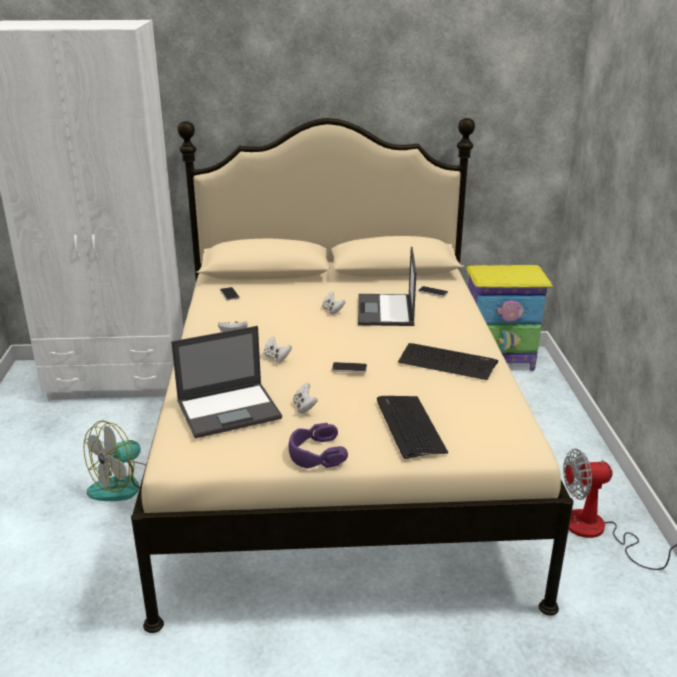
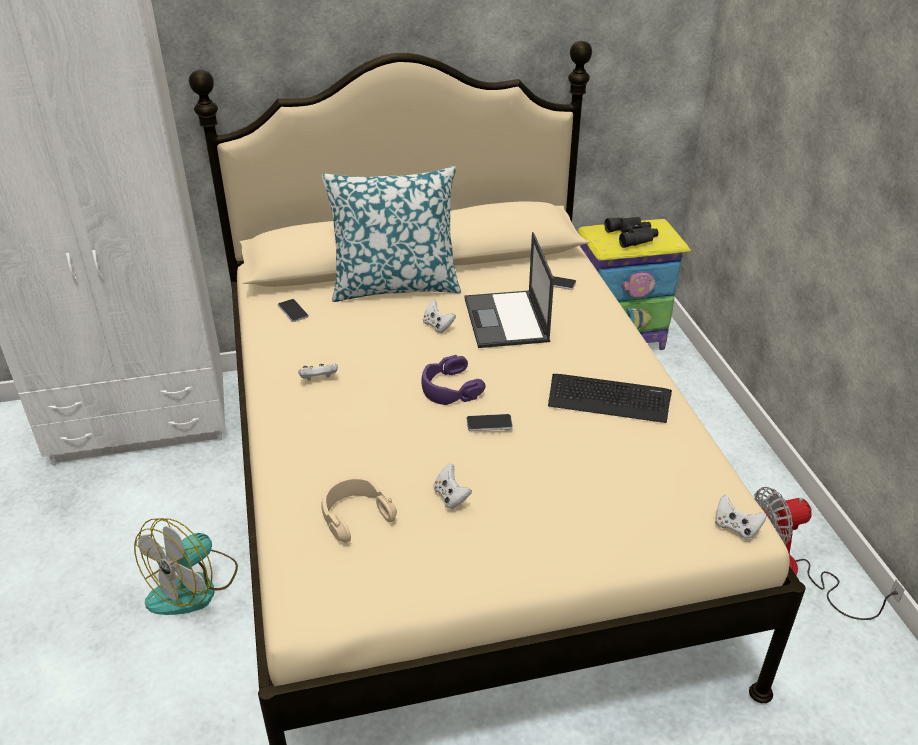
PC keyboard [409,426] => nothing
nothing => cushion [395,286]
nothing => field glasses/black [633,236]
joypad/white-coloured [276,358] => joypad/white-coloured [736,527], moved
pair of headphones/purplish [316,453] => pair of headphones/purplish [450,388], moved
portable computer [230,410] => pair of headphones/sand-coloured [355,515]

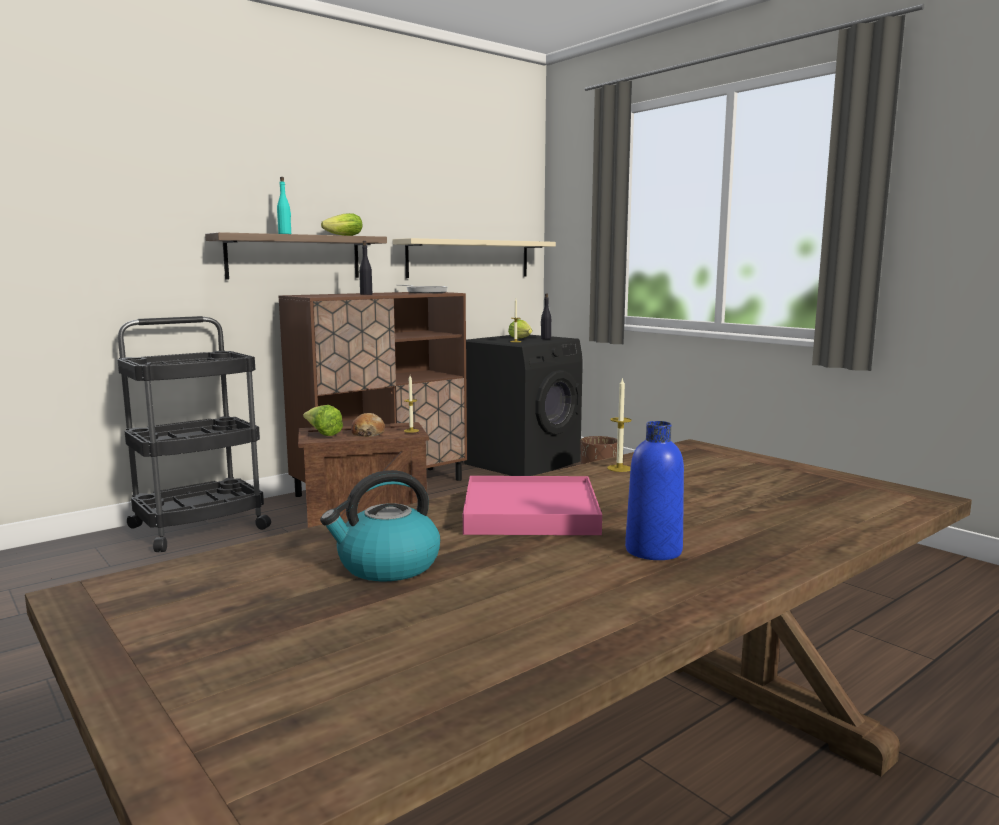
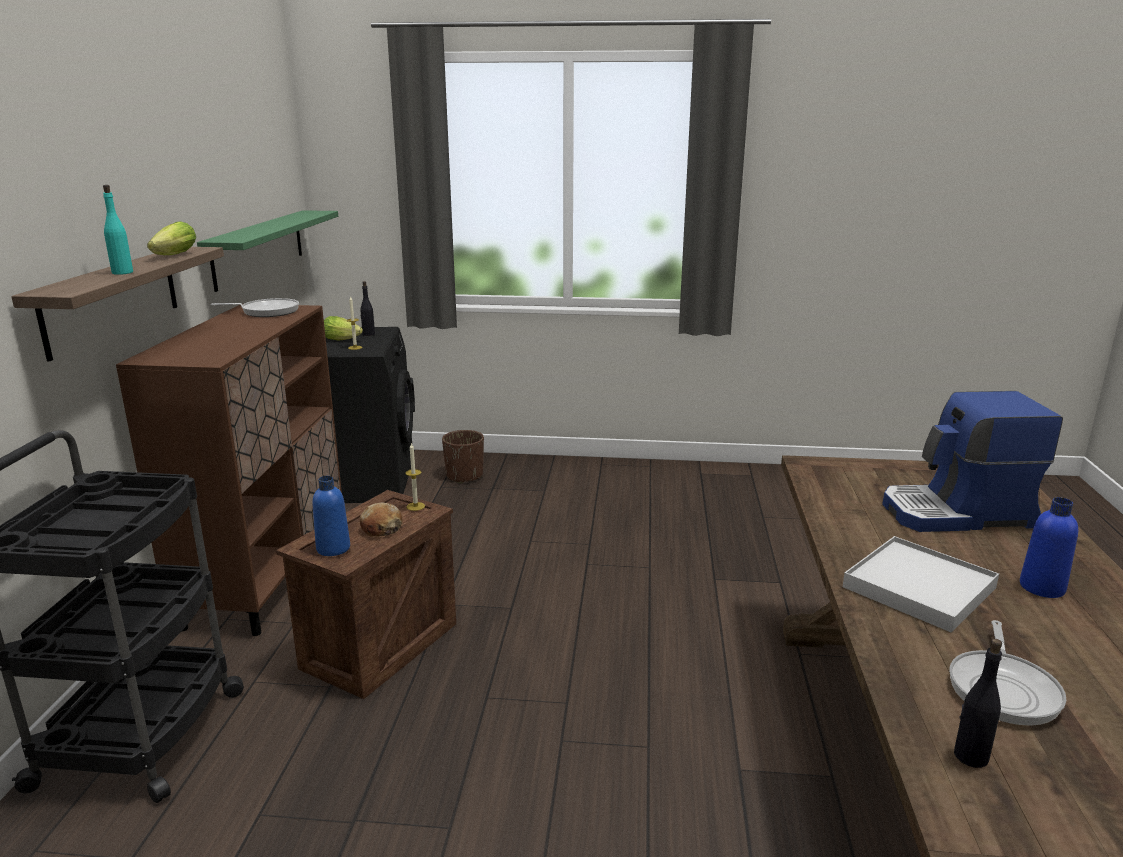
wax light [619,468] => nothing
nothing => coffee maker [957,514]
beverage bottle/black [366,294] => beverage bottle/black [970,756], moved
head of lettuce [322,434] => beverage bottle/blue-coloured [333,548]
tea kettle [387,566] => frying pan [1003,689]
bracket shelf/sand-coloured [469,259] => bracket shelf/green [259,248]
carrying tray/pinkish [529,512] => carrying tray/white-coloured [918,587]

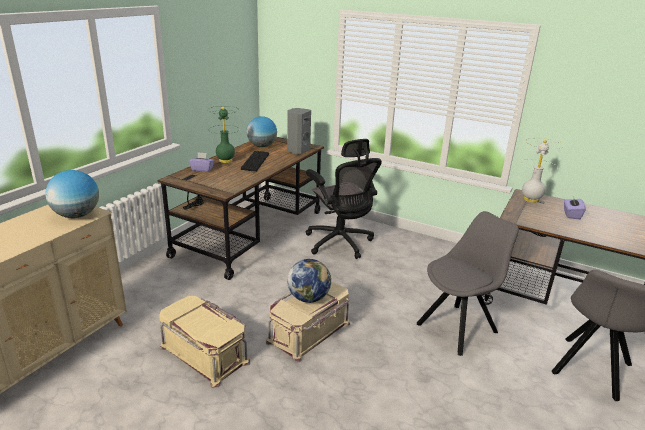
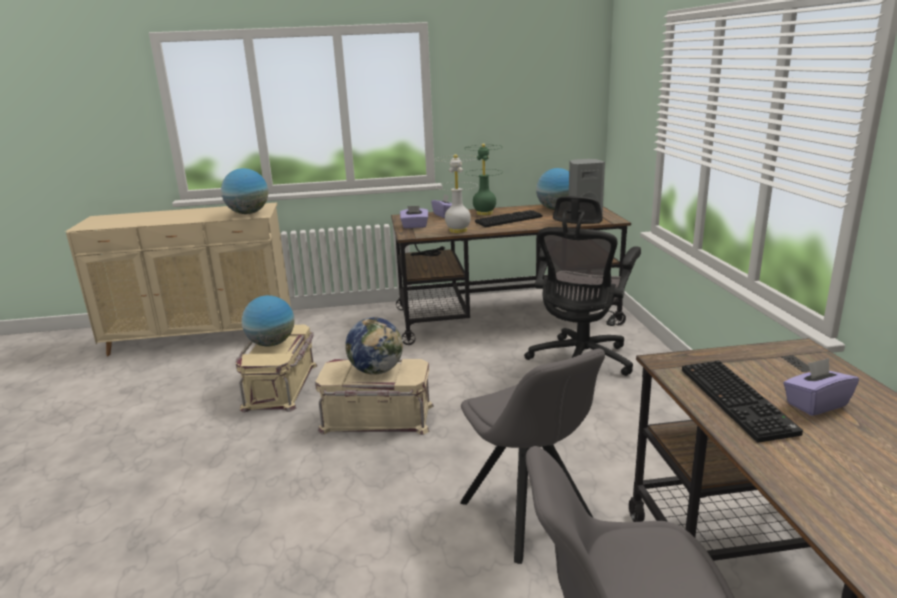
nothing => world globe [271,344]
nothing => tissue box/purplish [414,226]
nothing => PC keyboard [739,401]
lamp for a table/white-coloured [531,199] => lamp for a table/white-coloured [458,230], moved
upright chair/grey [458,328] => upright chair/grey [528,515], 45 degrees clockwise

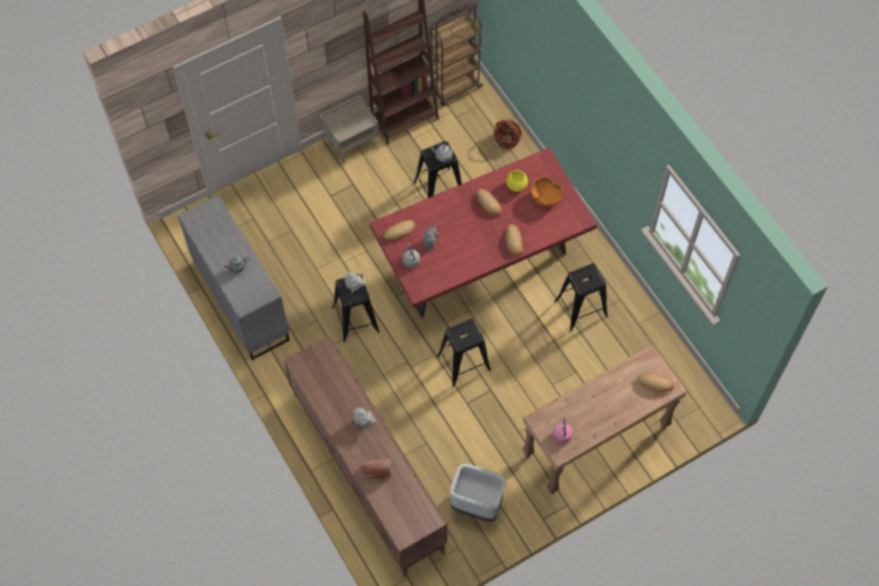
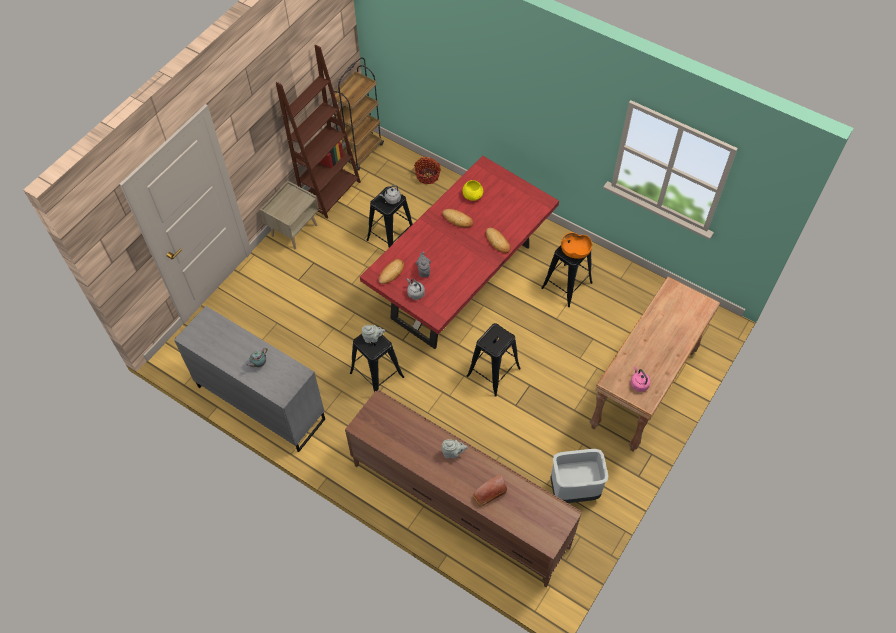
baked bread [655,383] => nothing
deep dish/orange [545,198] => deep dish/orange [575,252], moved

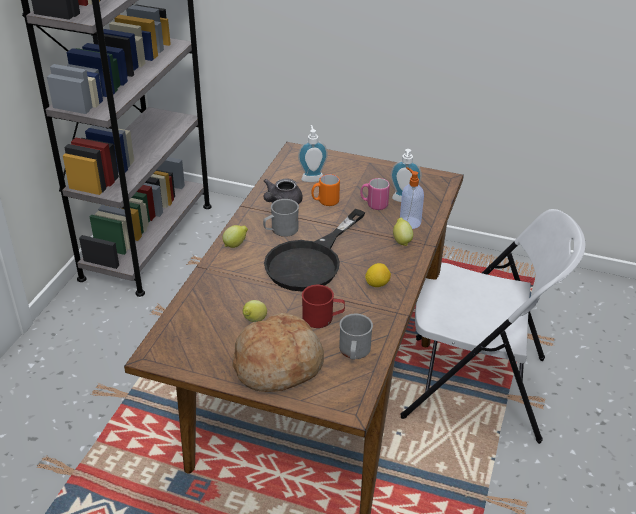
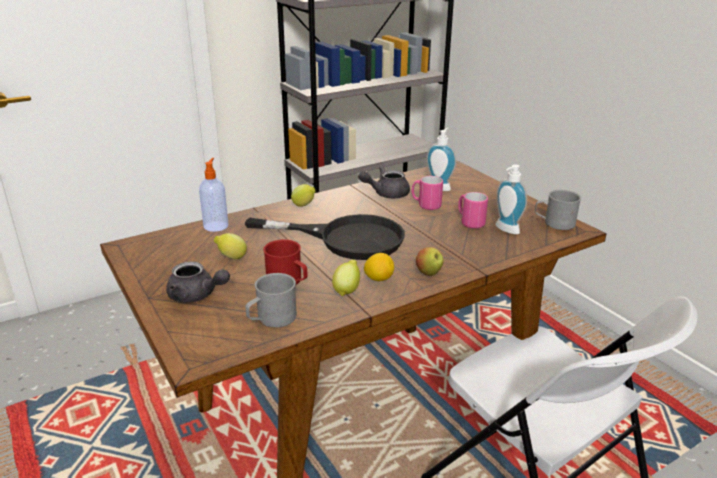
nothing => apple [429,273]
coffee mug/grey [280,230] => coffee mug/grey [554,223], moved
lemon [401,240] => lemon [347,290], moved
liquid soap bottle [409,222] => liquid soap bottle [216,225], moved
baked bread [278,364] => teapot/grey [196,296]
coffee mug/orange [325,202] => coffee mug/pinkish [425,205]
frying pan/black [310,261] => frying pan/black [346,239], 150 degrees counterclockwise

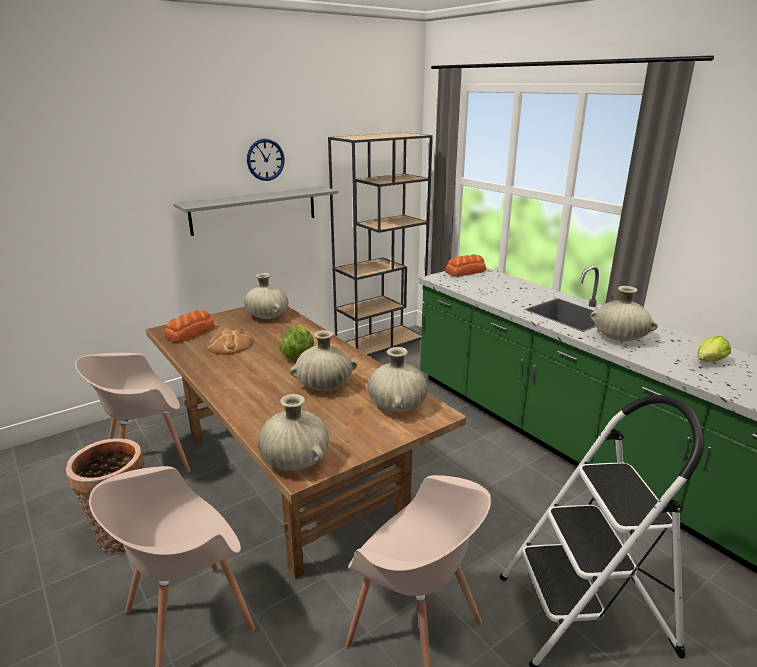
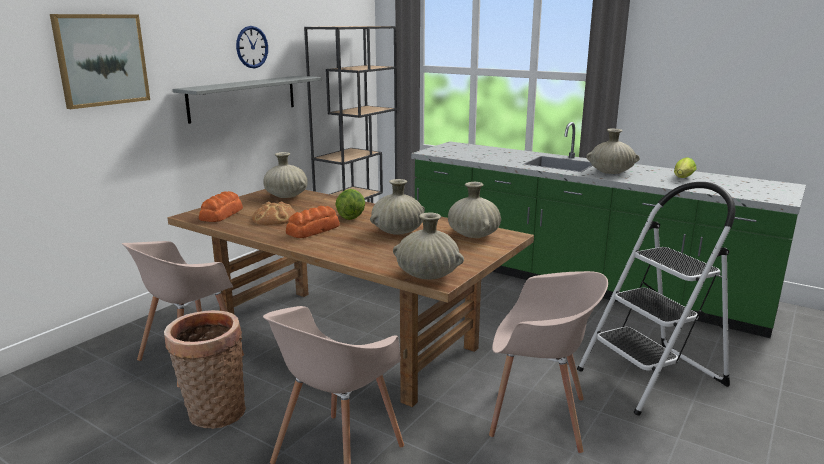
nothing => picture [101,60]
baked bread [466,272] => baked bread [314,230], moved

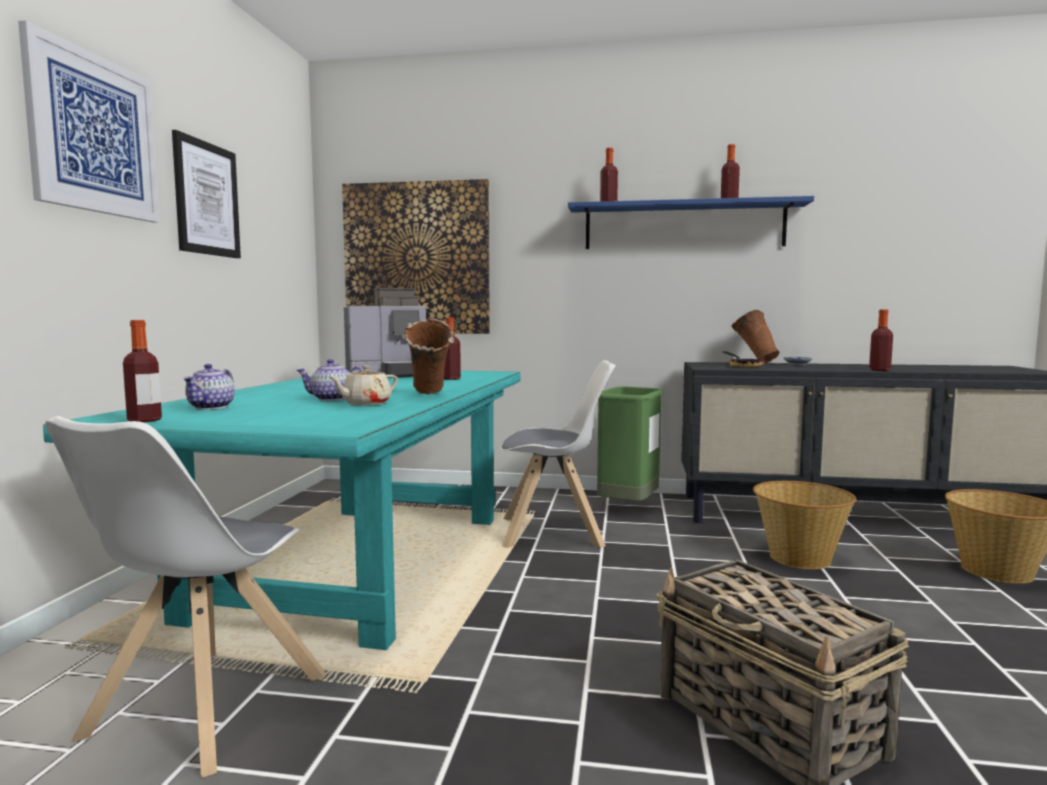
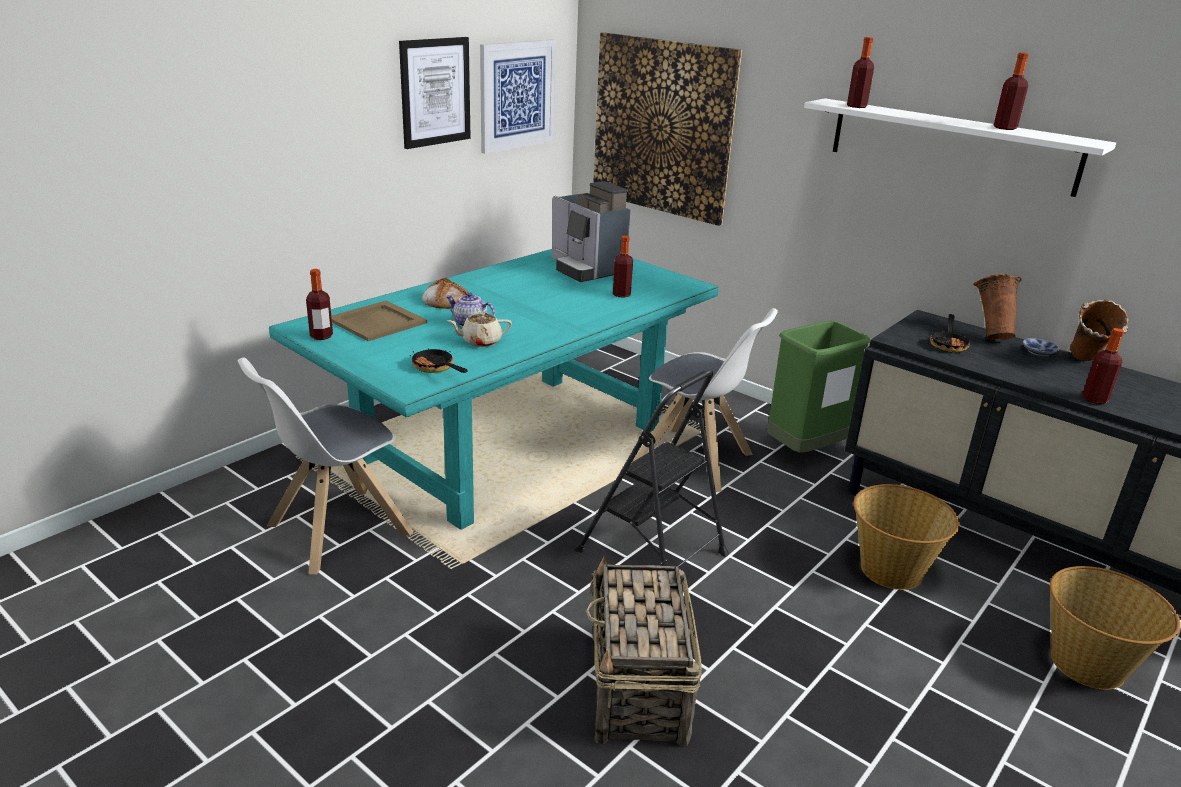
nothing => frying pan [436,368]
nothing => baked bread [445,300]
nothing => step stool/black [655,553]
picture [94,134] => picture [517,95], moved
vase/brown-coloured [429,396] => vase/brown-coloured [1085,366], moved
teapot [212,407] => carrying tray/sand-coloured [378,321]
bracket shelf/blue-coloured [683,226] => bracket shelf/white-coloured [951,145]
coffee maker [390,374] => coffee maker [586,269], 45 degrees clockwise

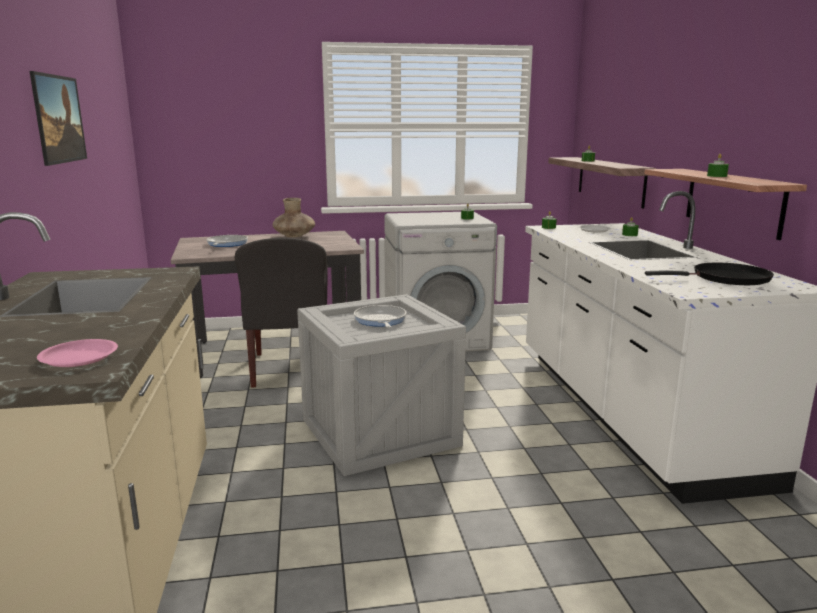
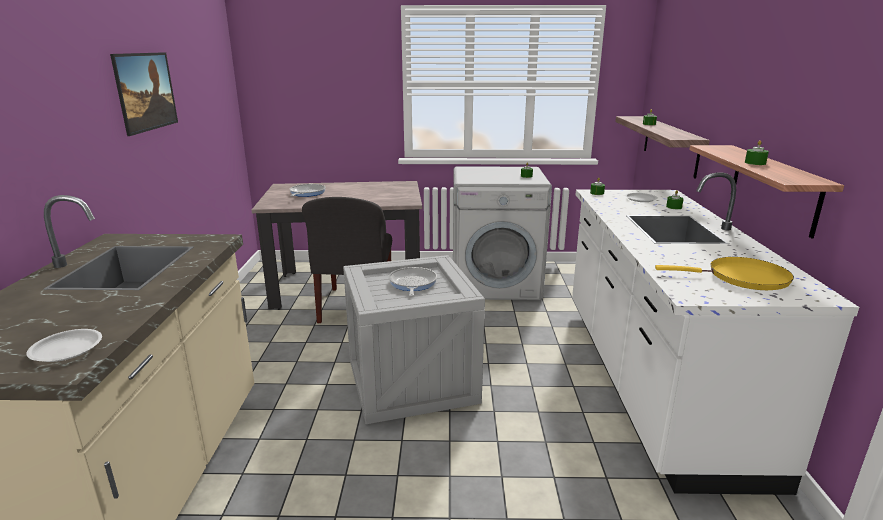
vase/brown-coloured [294,236] => nothing
plate/pinkish [78,358] => plate/white-coloured [66,349]
frying pan/black [726,279] => frying pan/yellow [742,278]

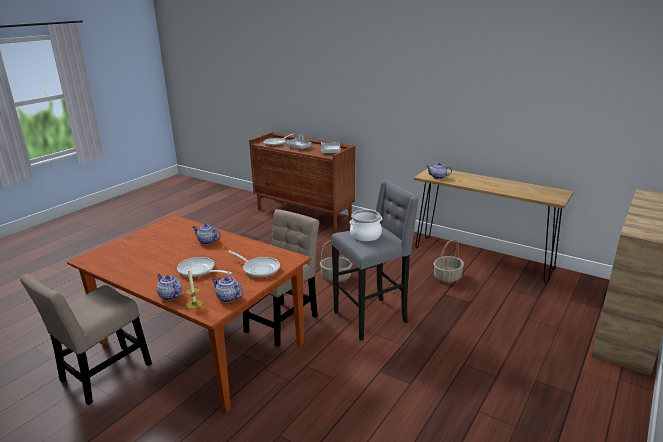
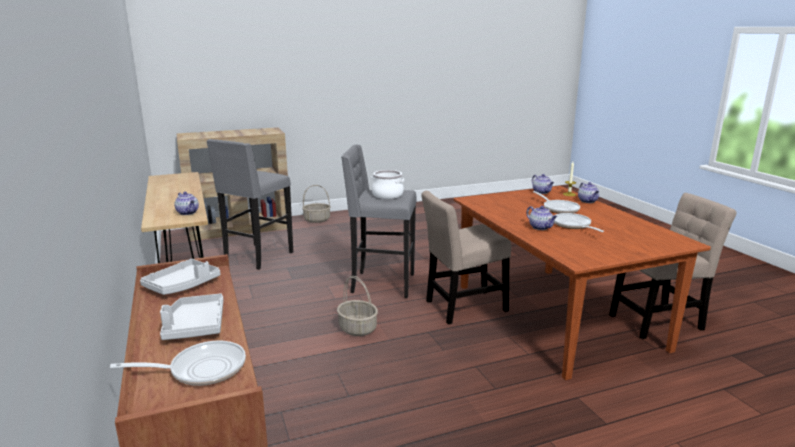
nothing => stool/grey [257,257]
frying pan [259,269] => frying pan [573,225], moved
storage basket [447,277] => storage basket [316,220], moved

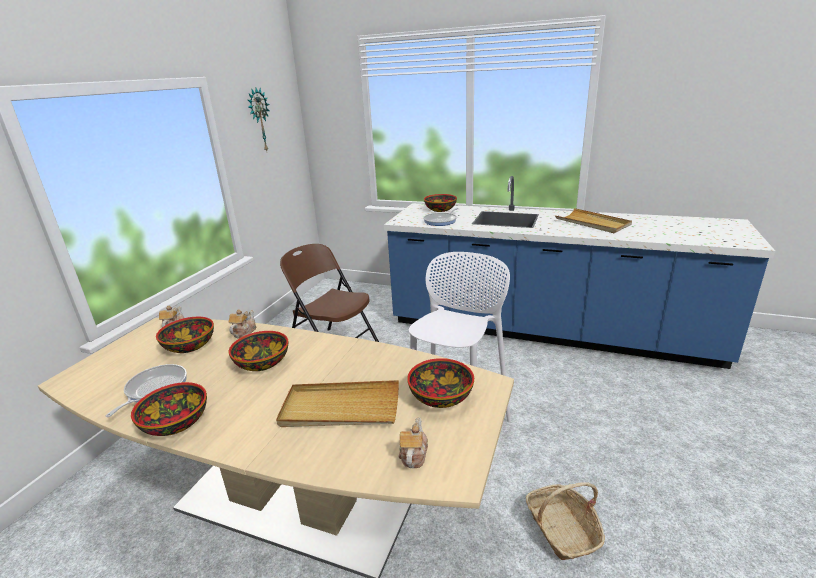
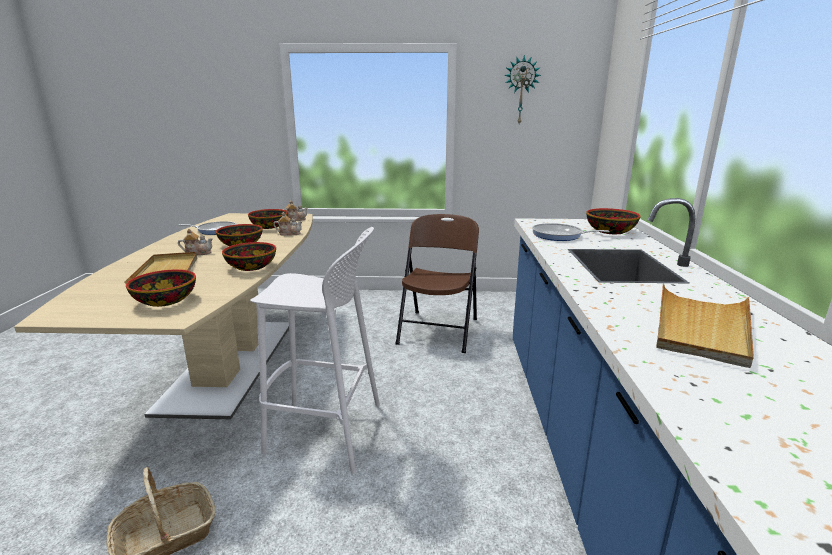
deep dish [177,423] => deep dish [251,267], moved
teapot [413,454] => teapot [198,253], moved

